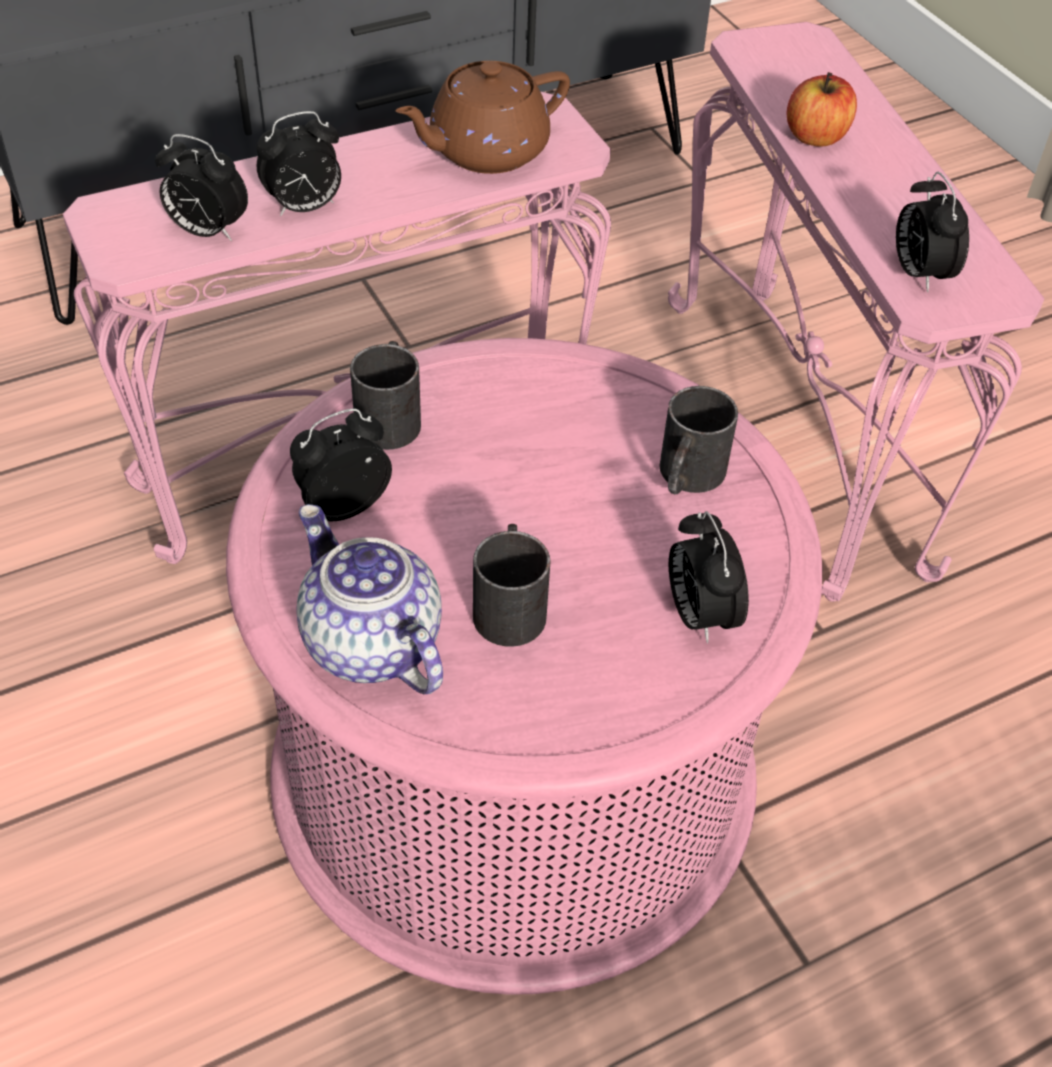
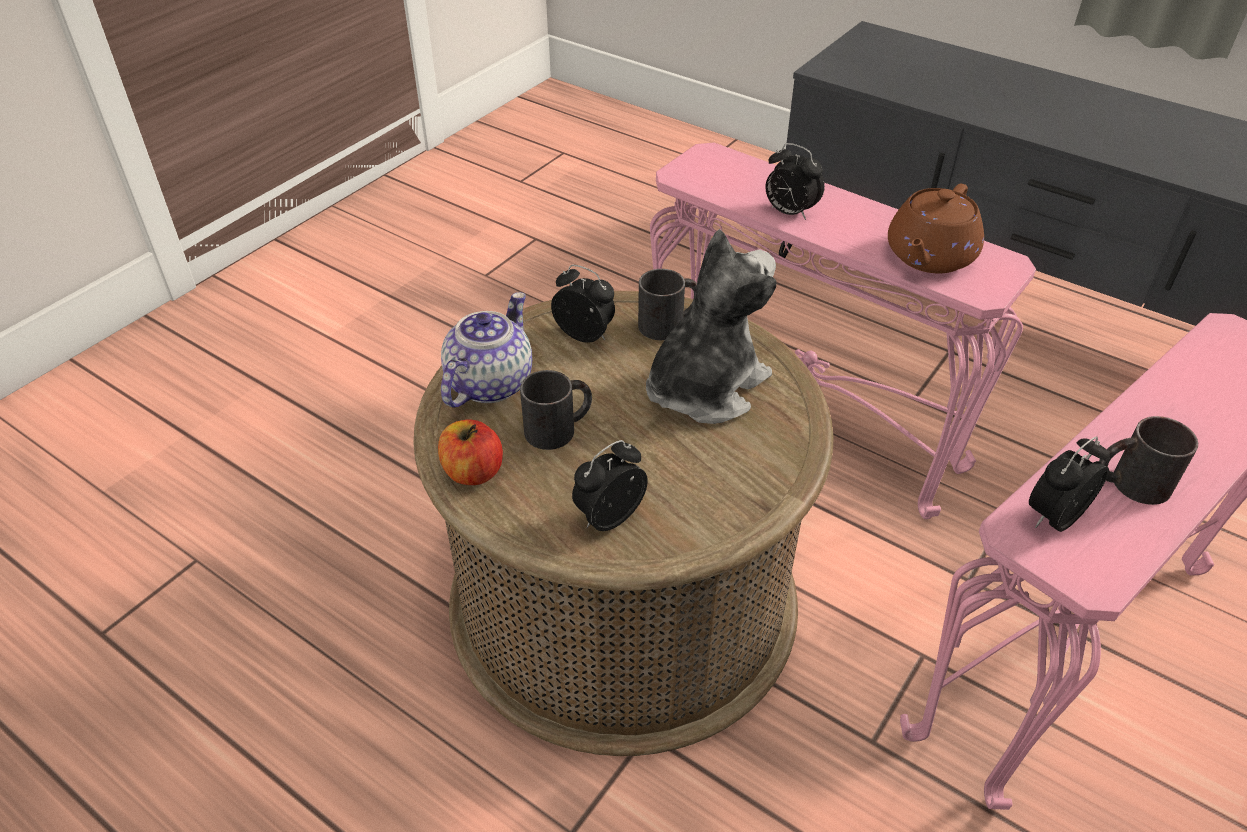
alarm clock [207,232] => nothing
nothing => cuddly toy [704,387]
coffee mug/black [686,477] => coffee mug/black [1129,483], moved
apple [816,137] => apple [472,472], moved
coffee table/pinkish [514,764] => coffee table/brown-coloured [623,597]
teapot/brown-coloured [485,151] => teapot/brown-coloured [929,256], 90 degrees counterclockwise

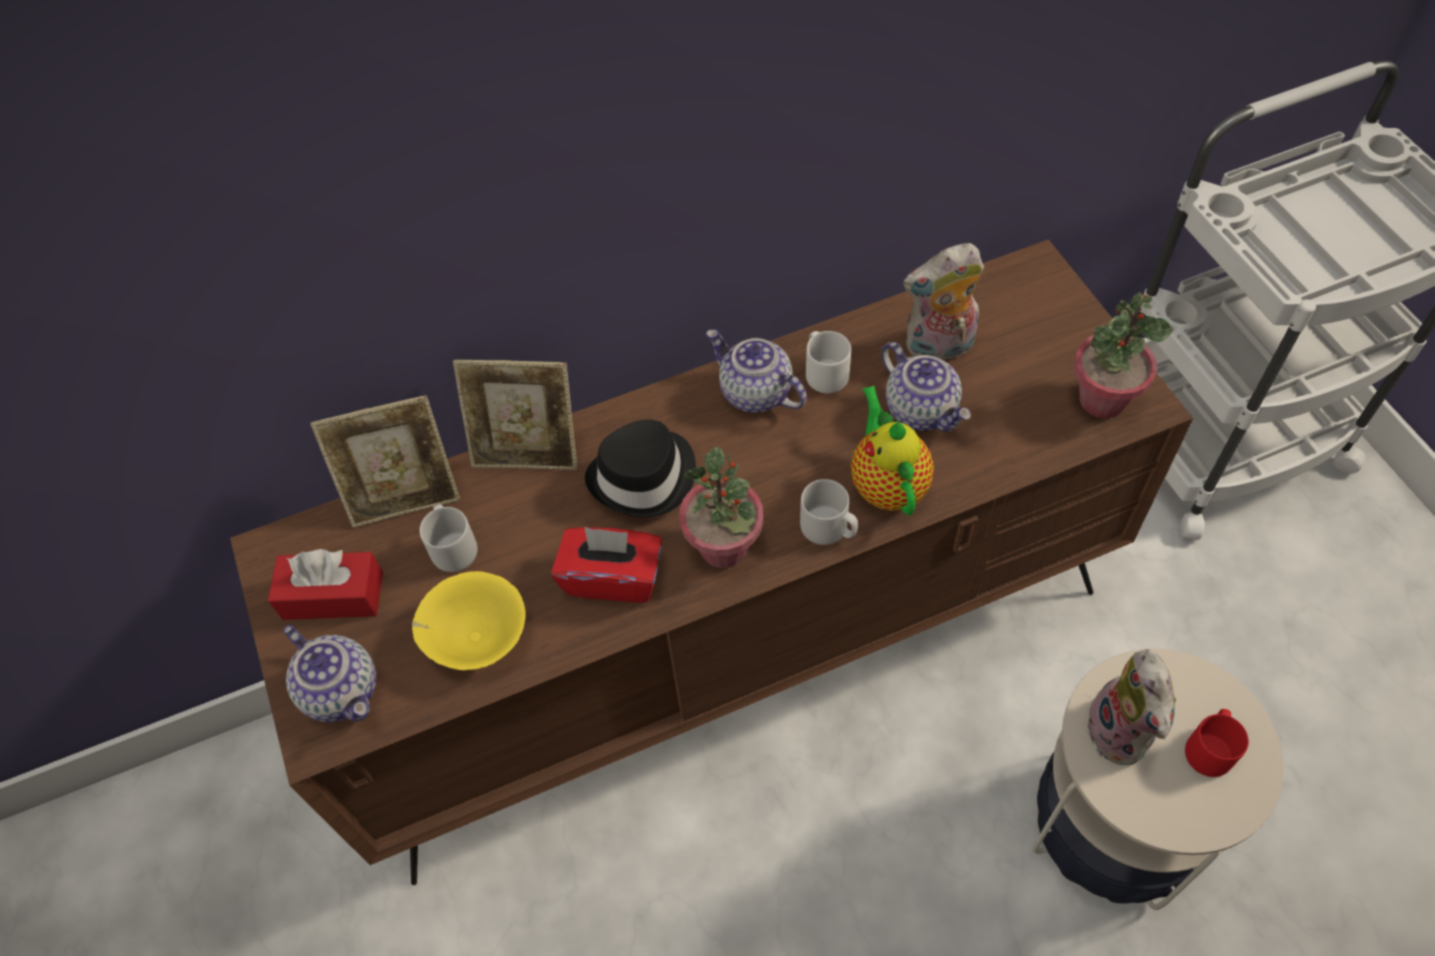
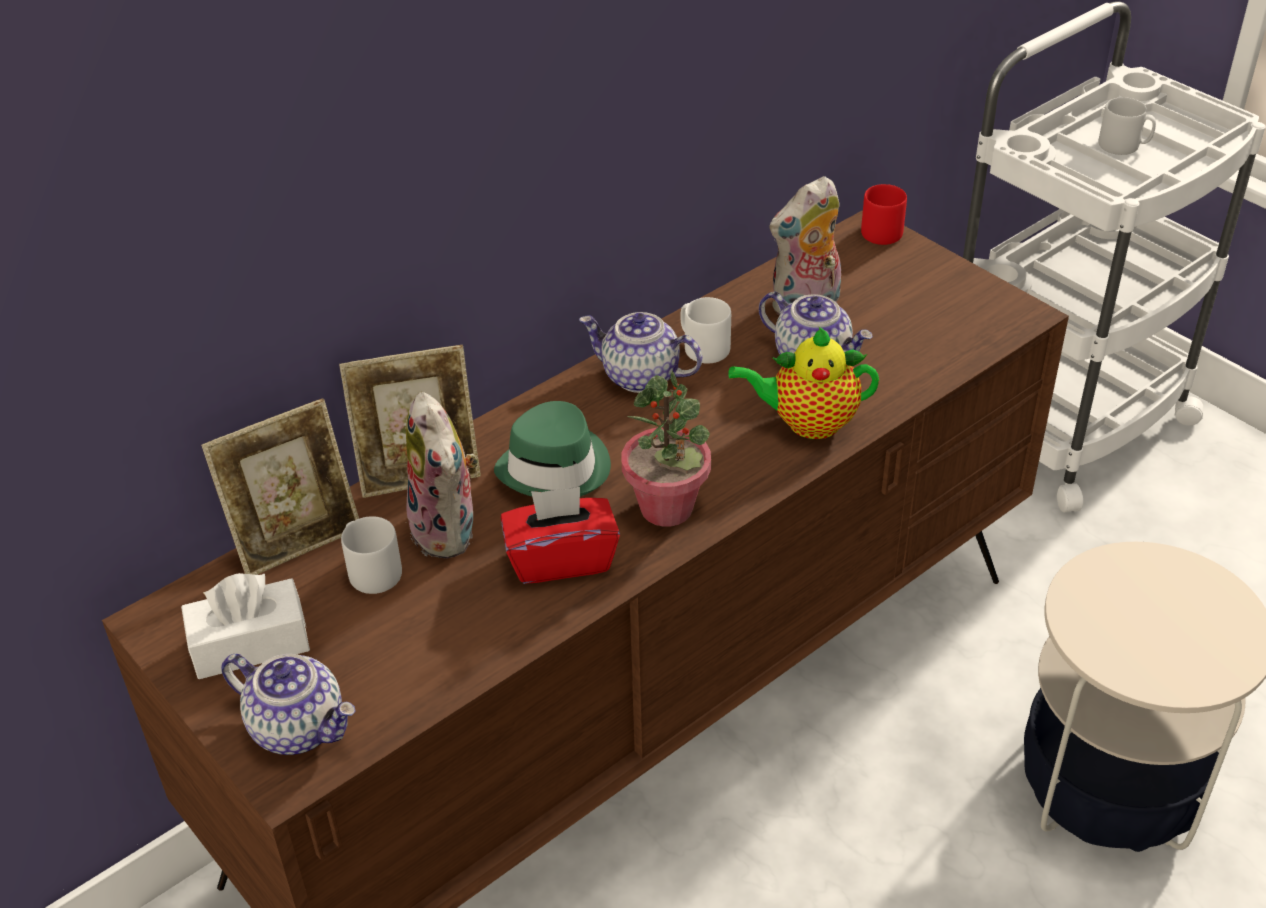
deep dish/yellow [475,637] => nothing
houseplant [1102,399] => nothing
coffee mug/grey [829,529] => coffee mug/grey [1124,146], moved
cuddly toy [1123,733] => cuddly toy [449,531], moved
coffee mug/red-coloured [1209,749] => coffee mug/red-coloured [881,230], moved
tissue box/red-coloured [333,595] => tissue box/white-coloured [250,644]
hat/black [644,477] => hat/green [556,468]
teapot [887,484] => teapot [807,423], 60 degrees counterclockwise

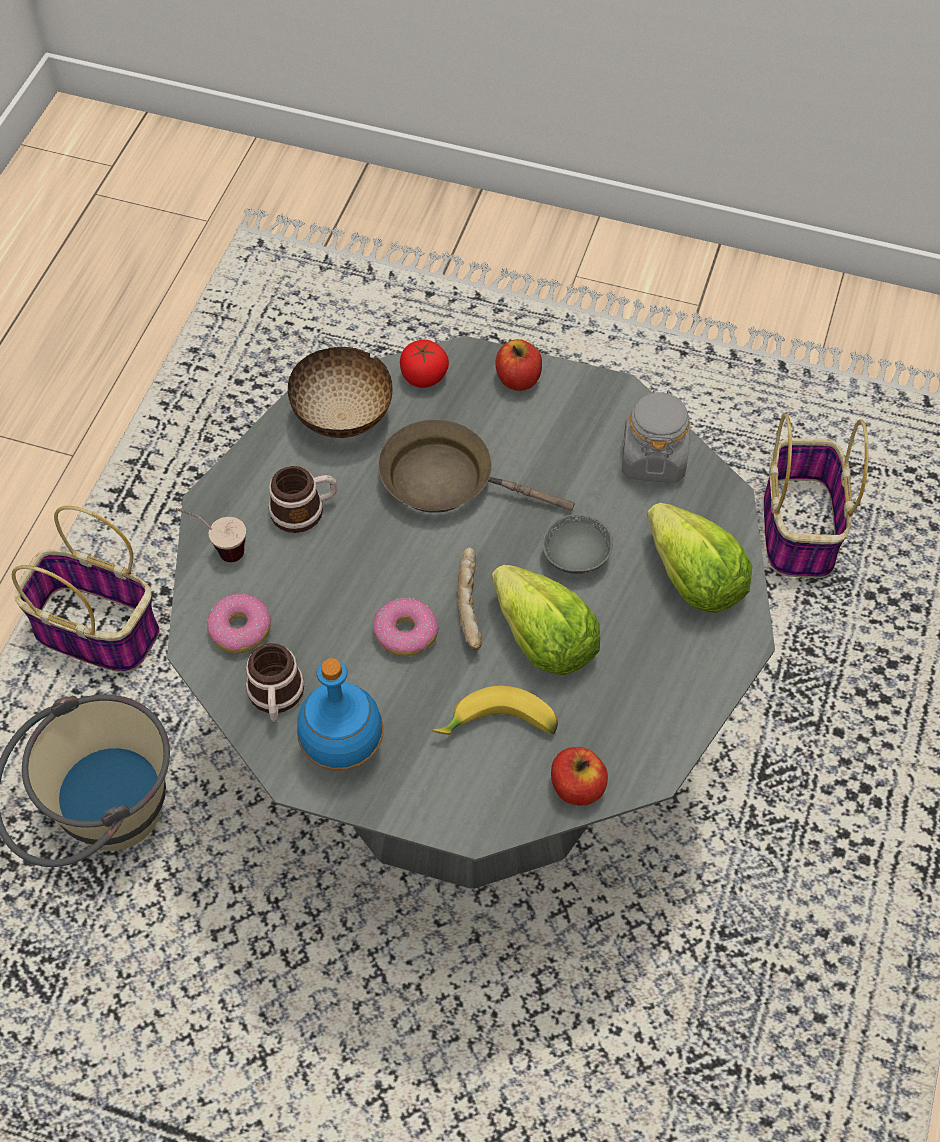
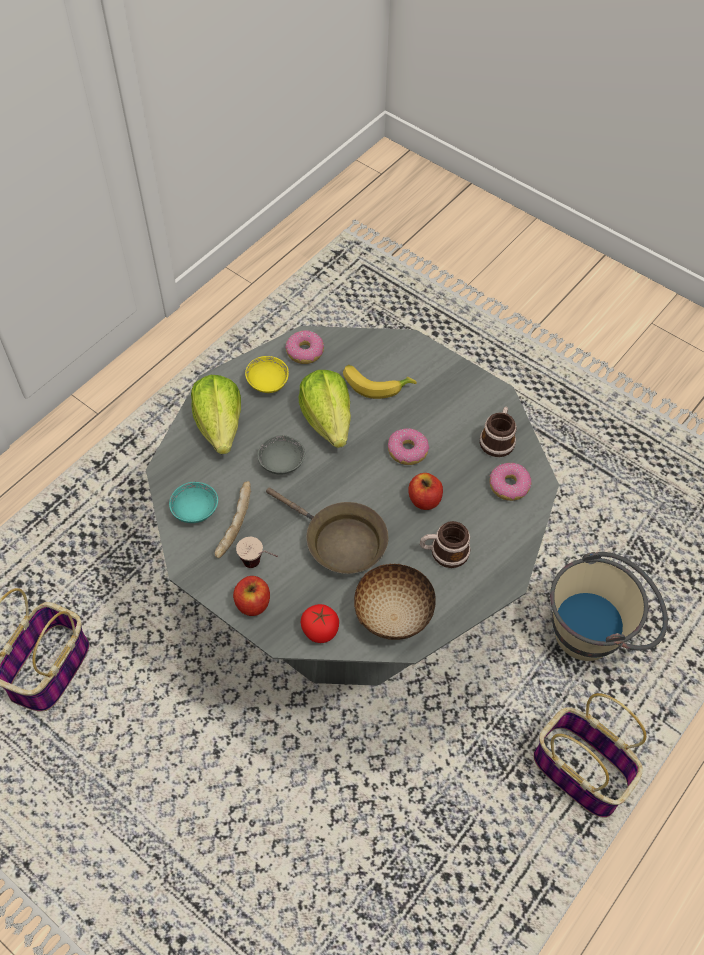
beverage bottle/blue-coloured [341,750] => nothing
nothing => deep dish/yellow [268,383]
nothing => ring doughnut [305,352]
cup [217,550] => cup [260,566], moved
baked bread [472,604] => baked bread [233,524], moved
apple [577,787] => apple [424,500], moved
preserve jar/grey [653,458] => deep dish/blue-green [195,510]

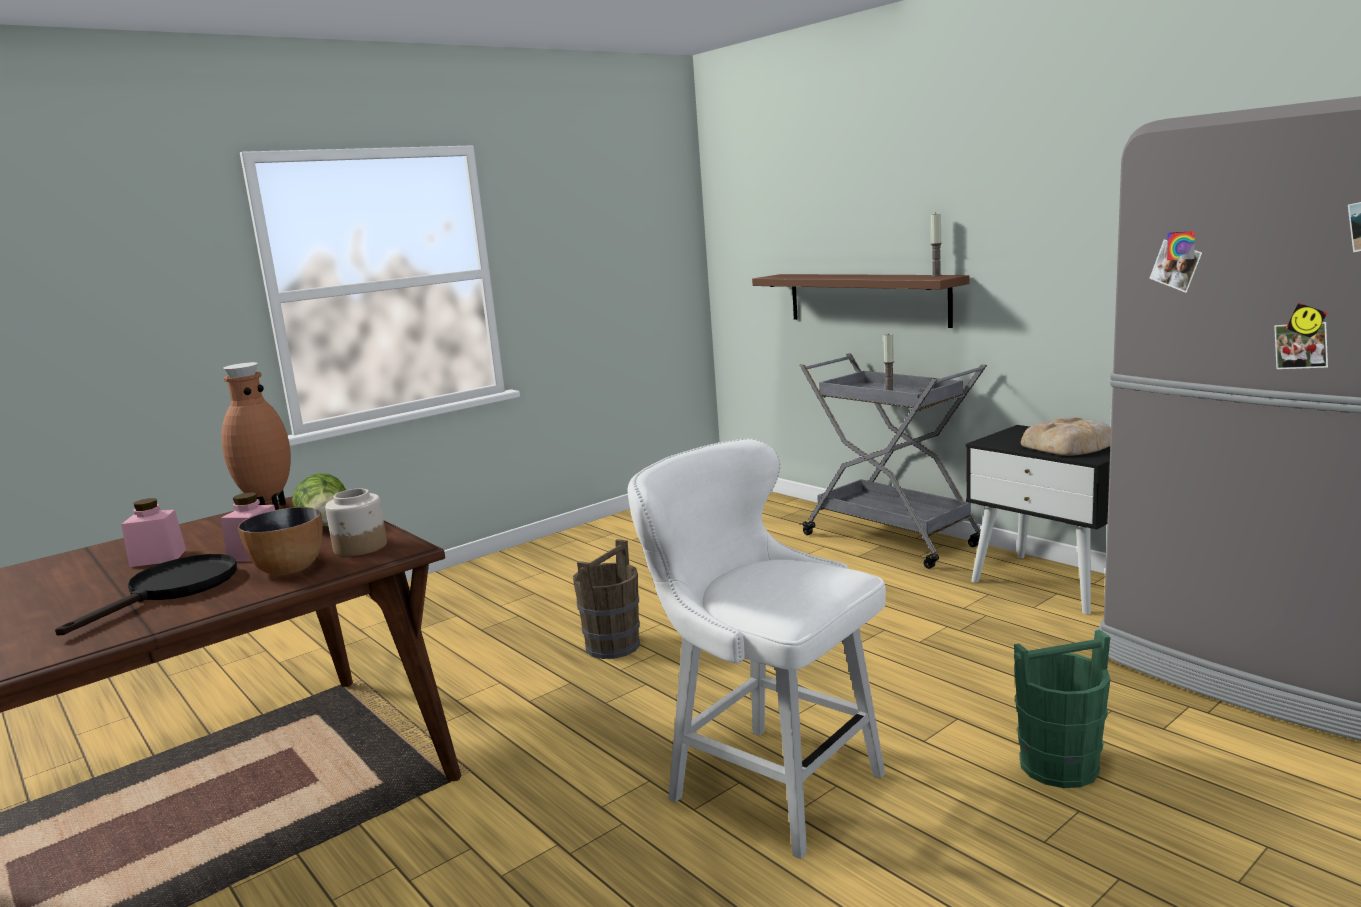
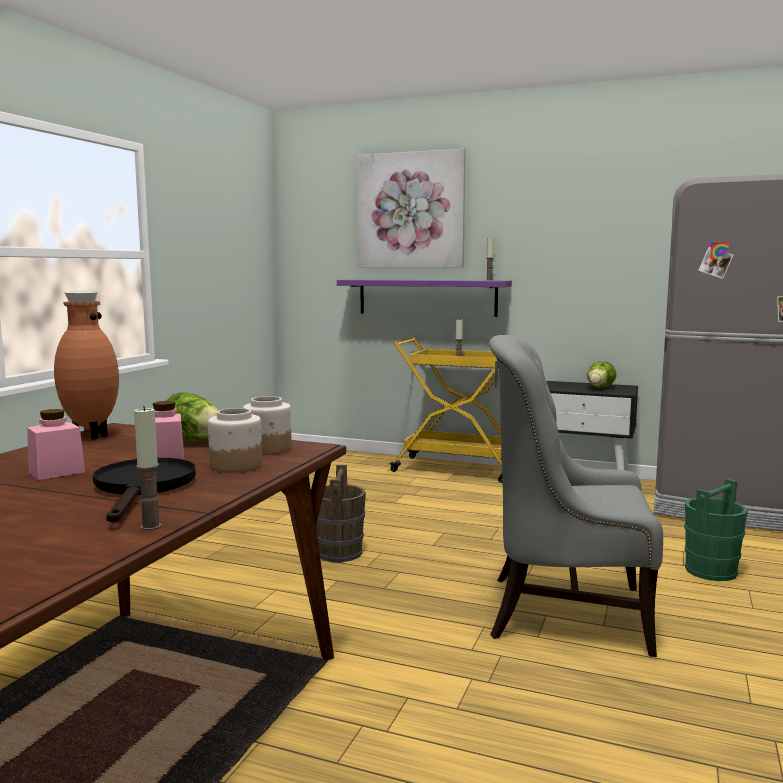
nothing => wax light [151,526]
nothing => picture [410,210]
deep dish [289,570] => preserve jar [235,466]
stool/white-coloured [768,783] => upright chair/grey [565,612]
baked bread [1069,445] => head of lettuce [599,388]
bracket shelf/brown-coloured [866,299] => bracket shelf/purplish [427,297]
wheeled cart/grey [890,540] => wheeled cart/yellow [456,470]

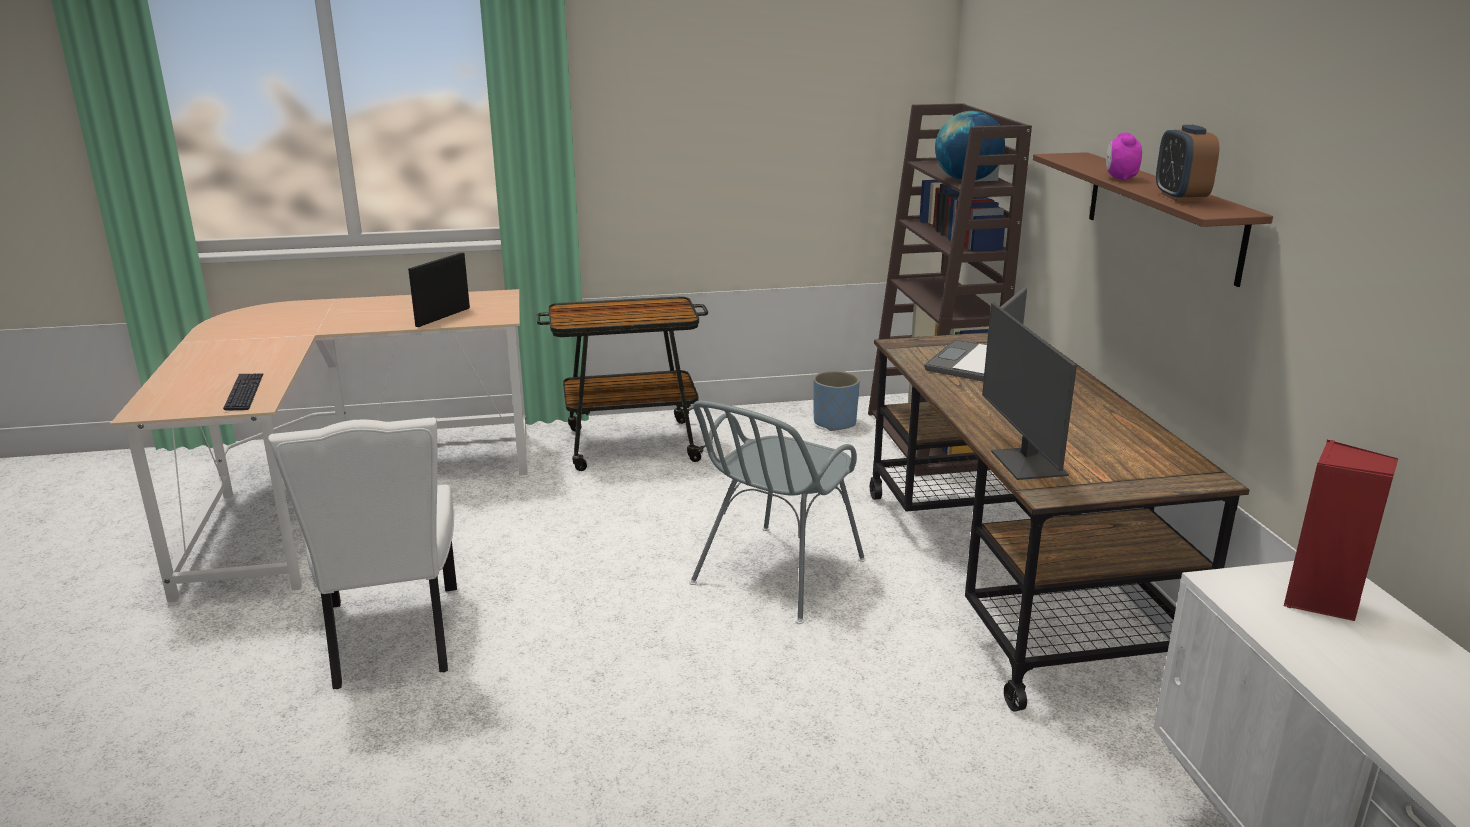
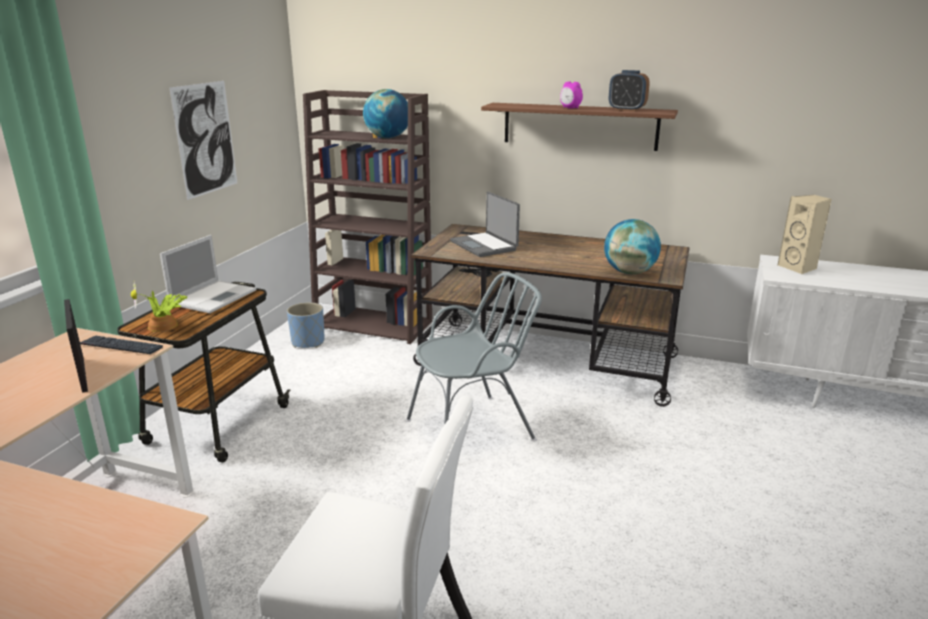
nothing => houseplant [164,326]
nothing => portable computer [214,297]
nothing => picture [205,139]
PC keyboard [244,393] => PC keyboard [121,346], moved
computer display [1026,464] => world globe [629,272]
speaker/red-coloured [1321,601] => speaker/sand-coloured [799,268]
upright chair/grey [776,575] => upright chair/grey [474,427], 90 degrees counterclockwise

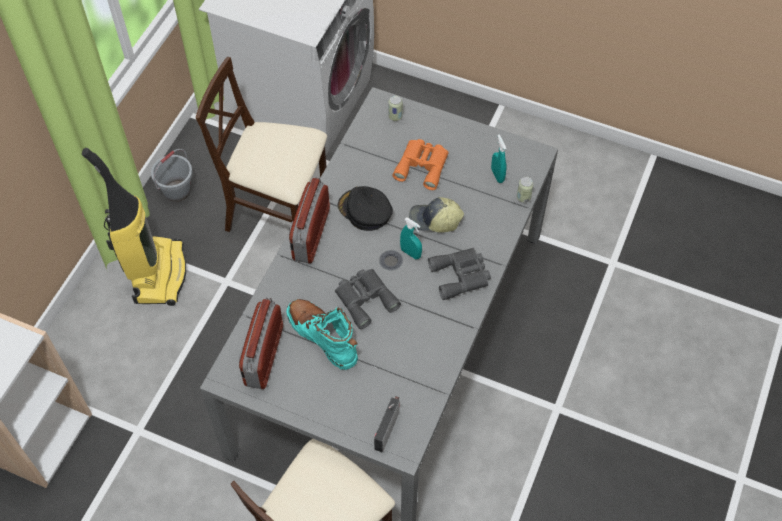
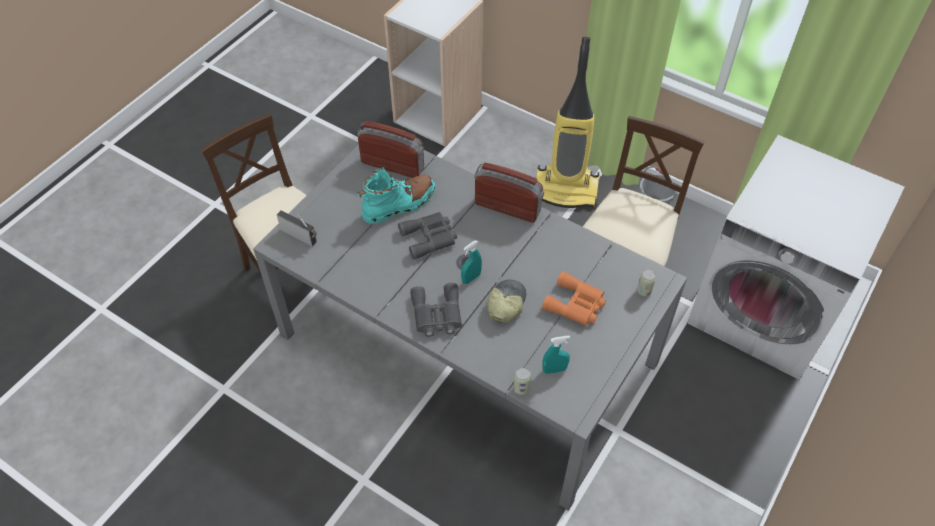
cap/black [365,211] => nothing

